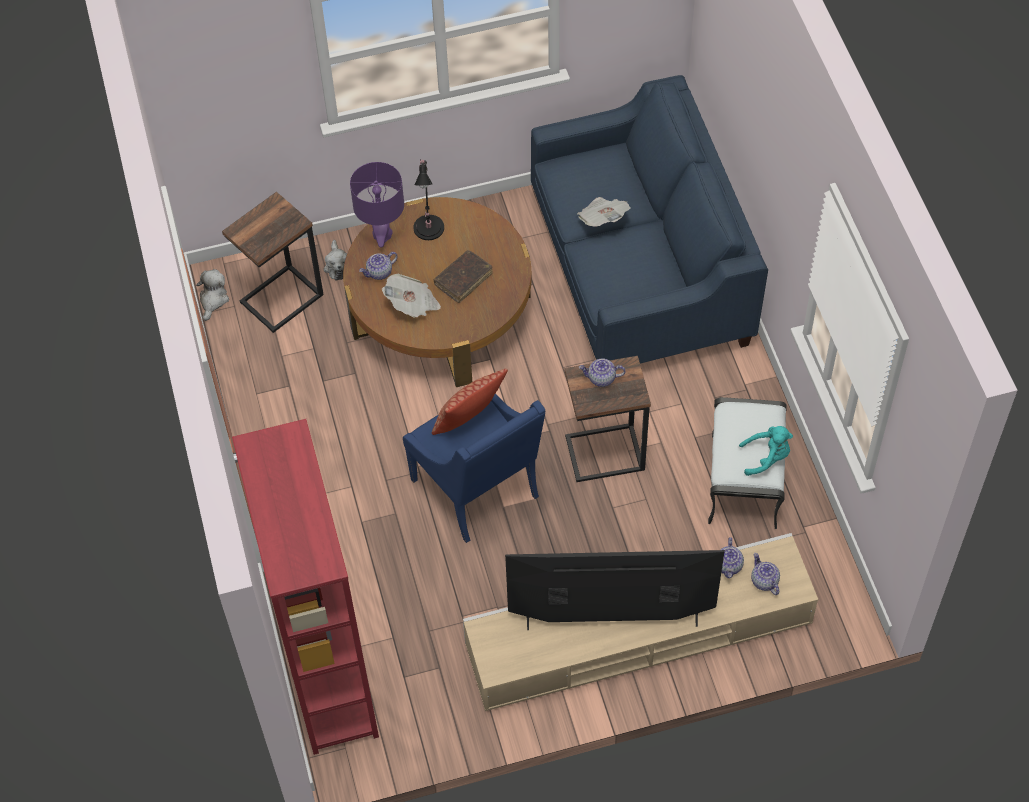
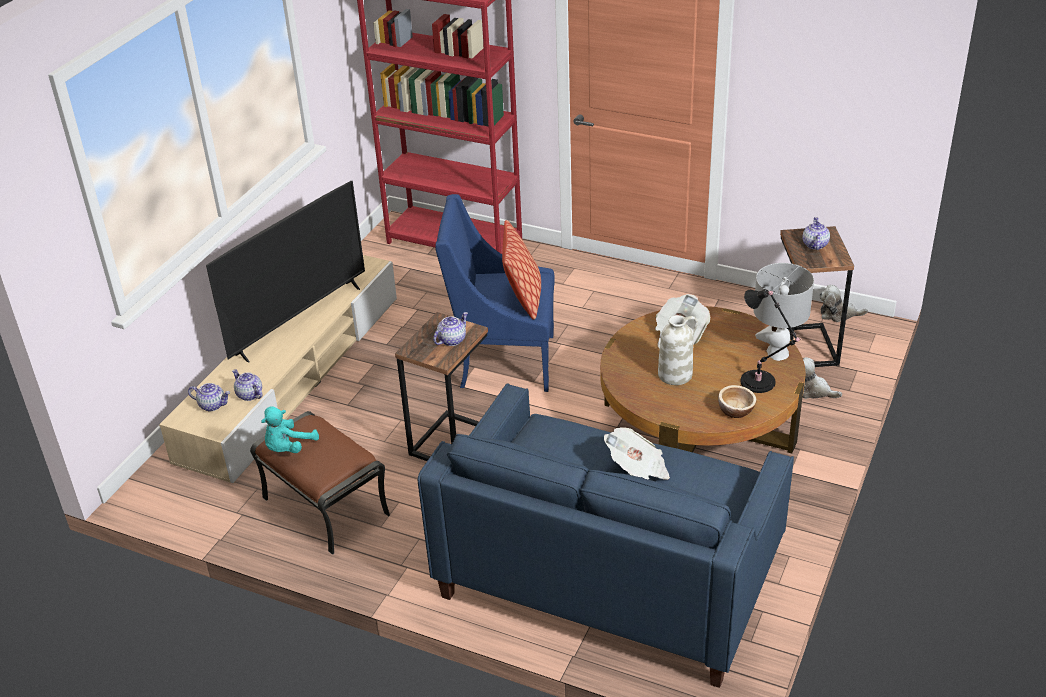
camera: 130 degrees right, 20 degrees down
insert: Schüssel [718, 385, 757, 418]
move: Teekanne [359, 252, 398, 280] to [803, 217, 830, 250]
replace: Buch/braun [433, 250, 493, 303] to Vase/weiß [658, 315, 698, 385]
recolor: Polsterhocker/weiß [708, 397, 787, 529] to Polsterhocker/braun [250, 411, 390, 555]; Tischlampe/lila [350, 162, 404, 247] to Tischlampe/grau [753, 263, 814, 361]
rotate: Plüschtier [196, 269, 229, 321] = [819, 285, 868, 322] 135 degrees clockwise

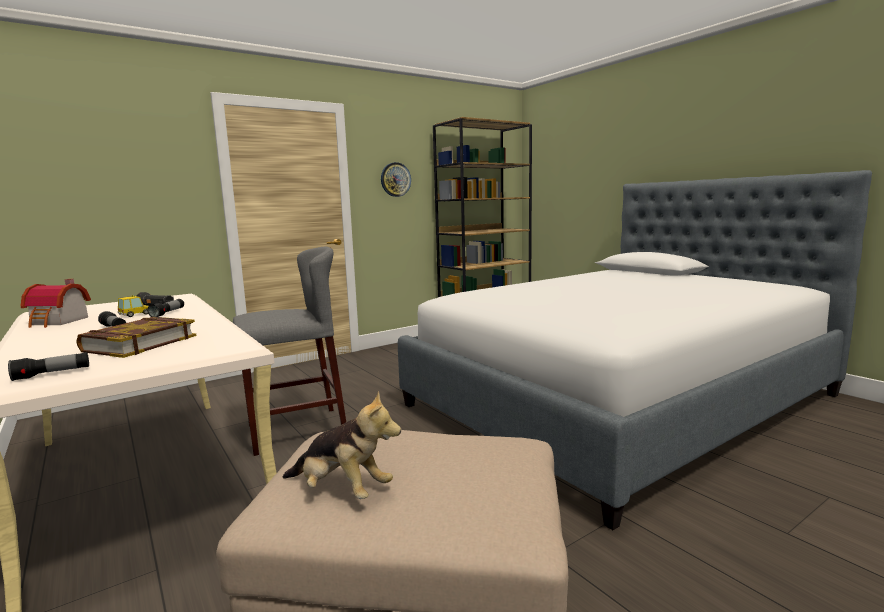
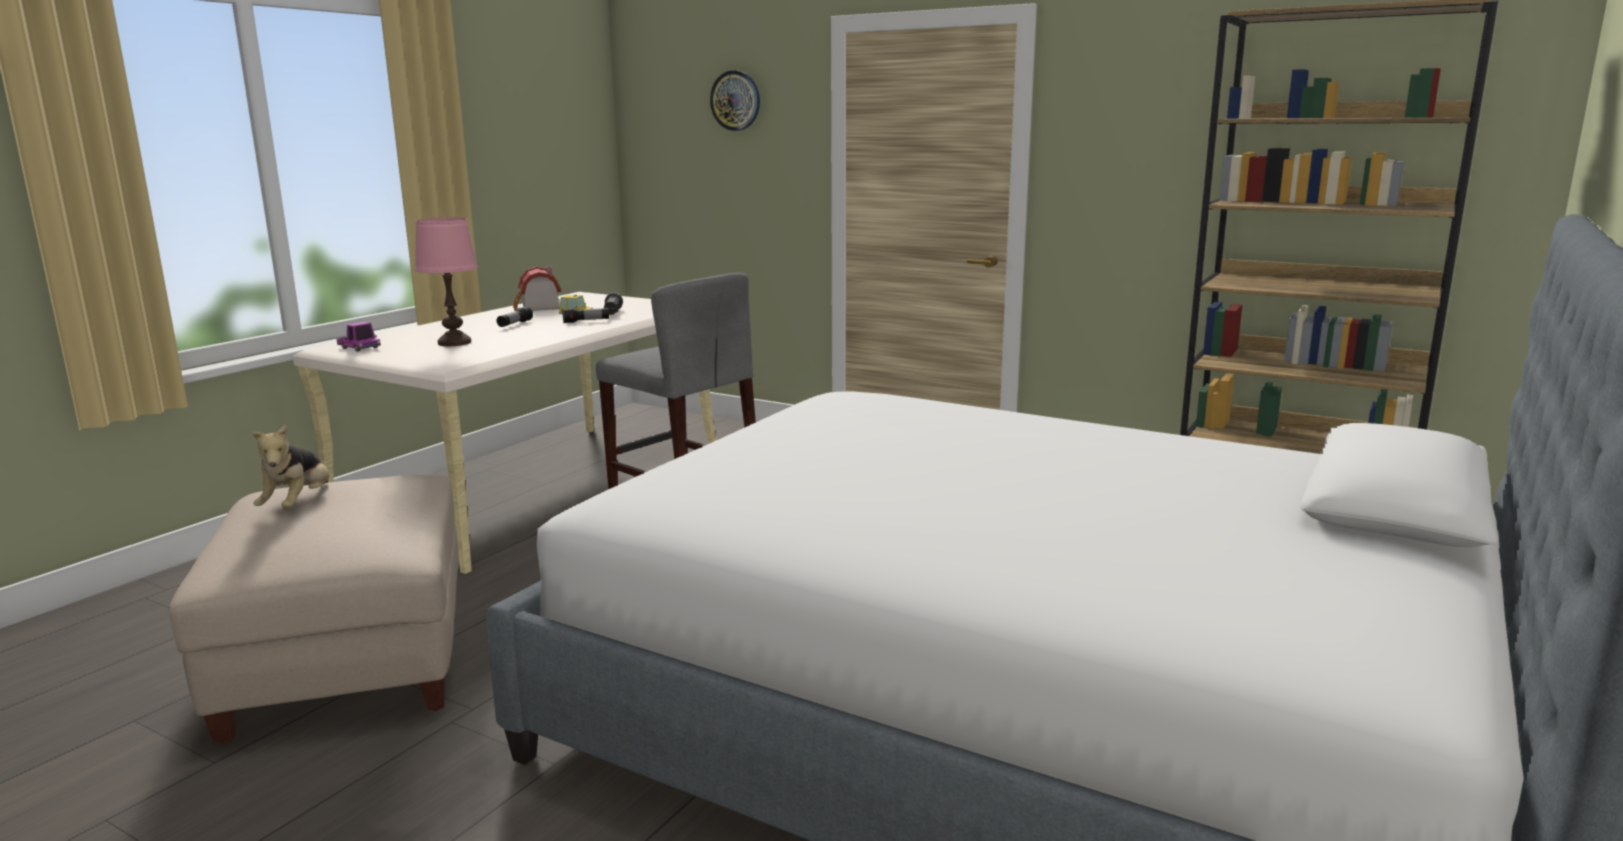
camera: 65 degrees right, 5 degrees up
move: Wanduhr [381, 162, 411, 197] to [710, 70, 760, 131]
replace: Taschenlampe [8, 352, 89, 381] to Spielzeuglaster [337, 322, 381, 352]; Buch [76, 317, 196, 358] to Tischlampe/rosa [415, 217, 478, 346]

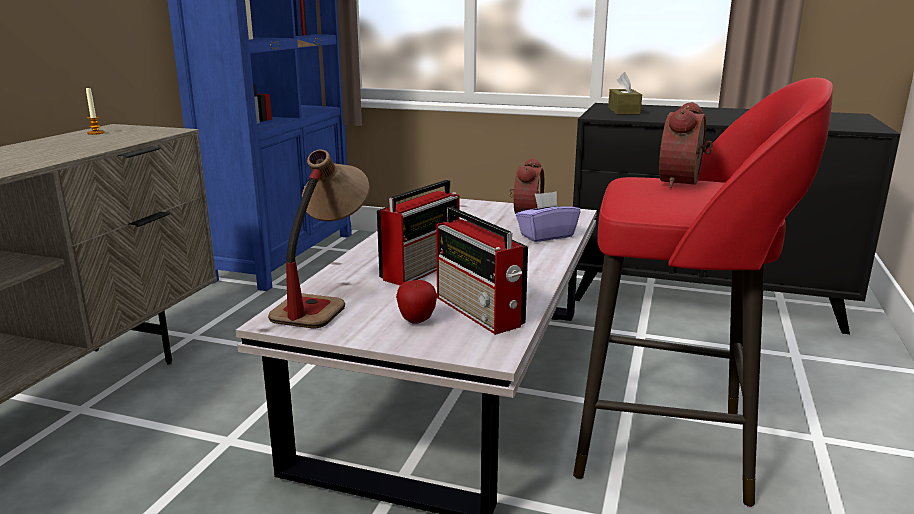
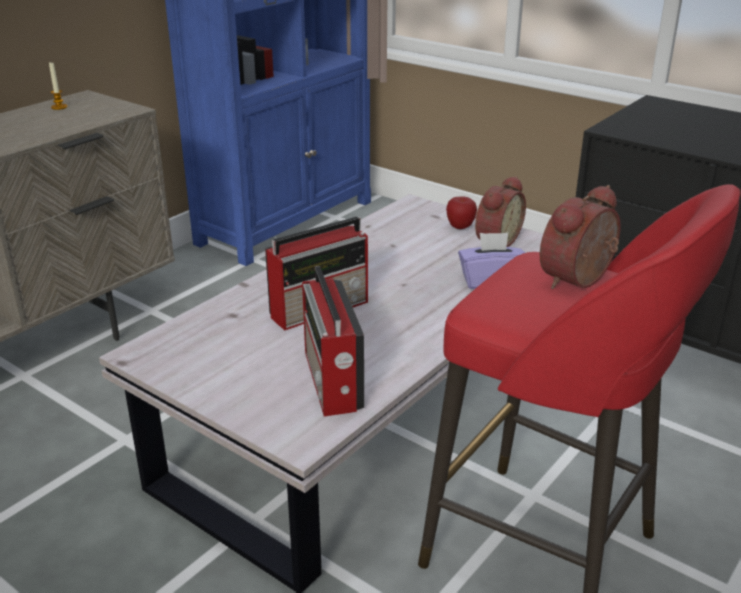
camera: 20 degrees right, 10 degrees up
delete: Tischlampe [268, 150, 370, 328]; Taschentuchbox/braun [608, 72, 642, 114]
move: Apfel [396, 280, 437, 324] to [446, 196, 477, 229]

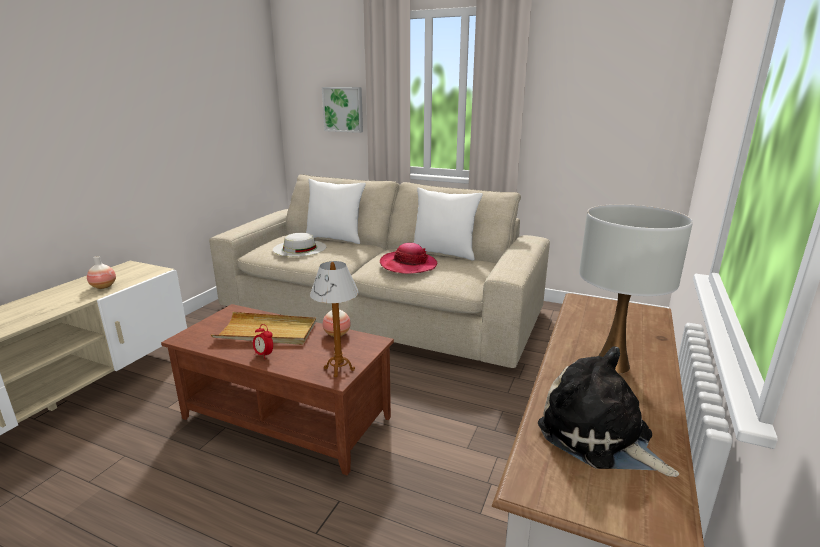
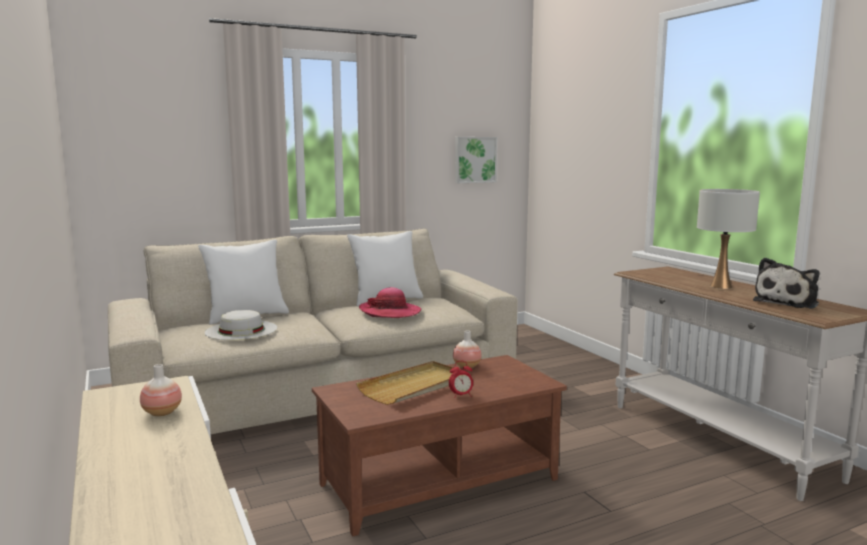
camera: 50 degrees left, 10 degrees down
delete: Tischlampe [310, 261, 359, 377]
move: Bild [322, 87, 363, 133] to [455, 137, 497, 183]
rotate: Plüschtier [538, 347, 679, 477] = [753, 258, 820, 309] 45 degrees counterclockwise

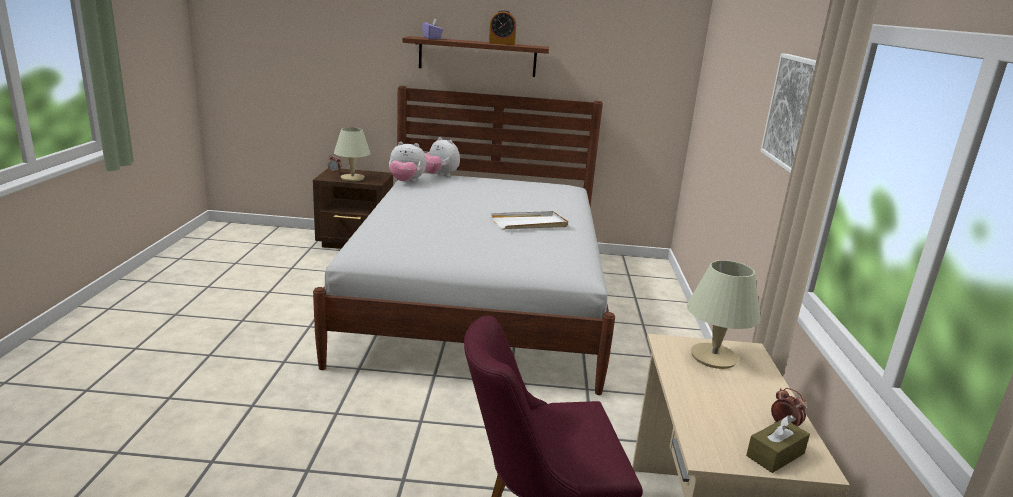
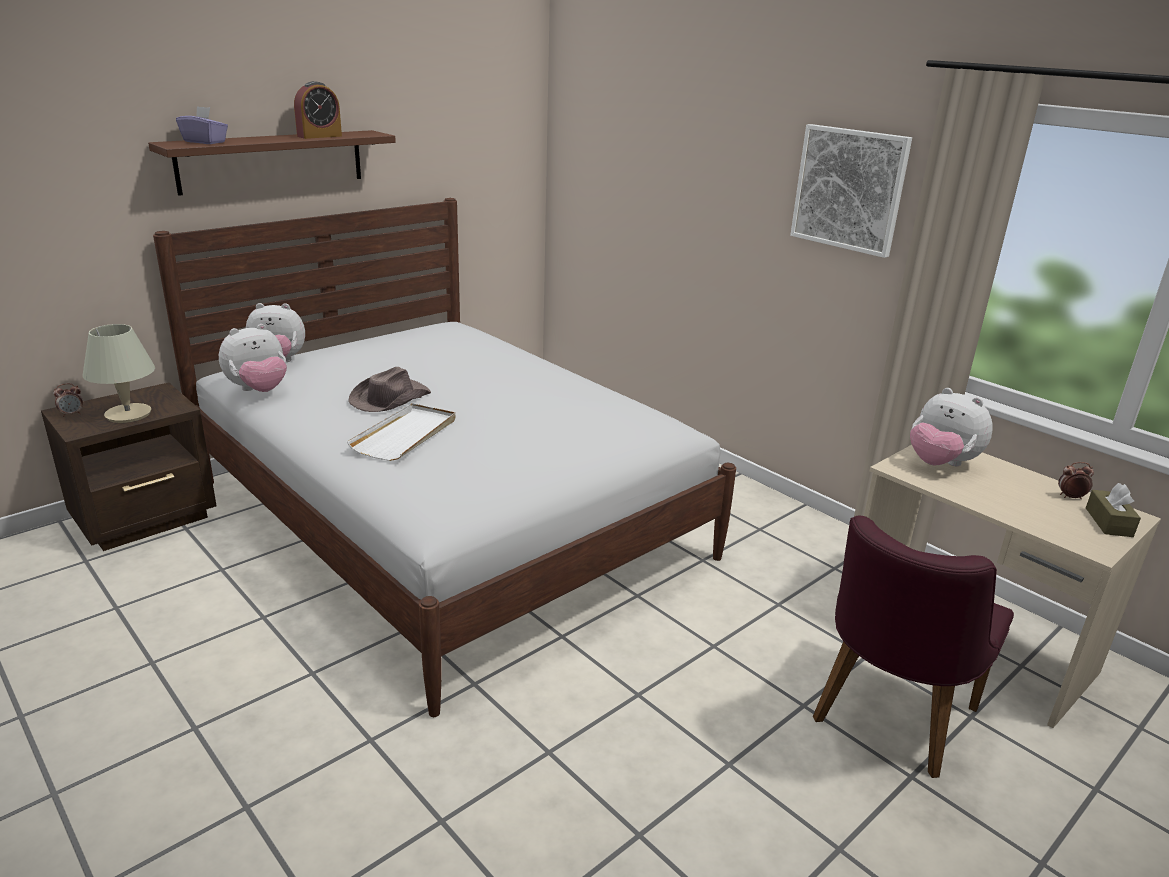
camera: 45 degrees left, 5 degrees up
insert: Hut/braun [348, 367, 431, 412]
move: Tablett/weiß [491, 211, 568, 229] to [347, 403, 455, 461]
replace: Tischlampe/beige [687, 260, 761, 369] to Plüschtier [910, 388, 993, 466]

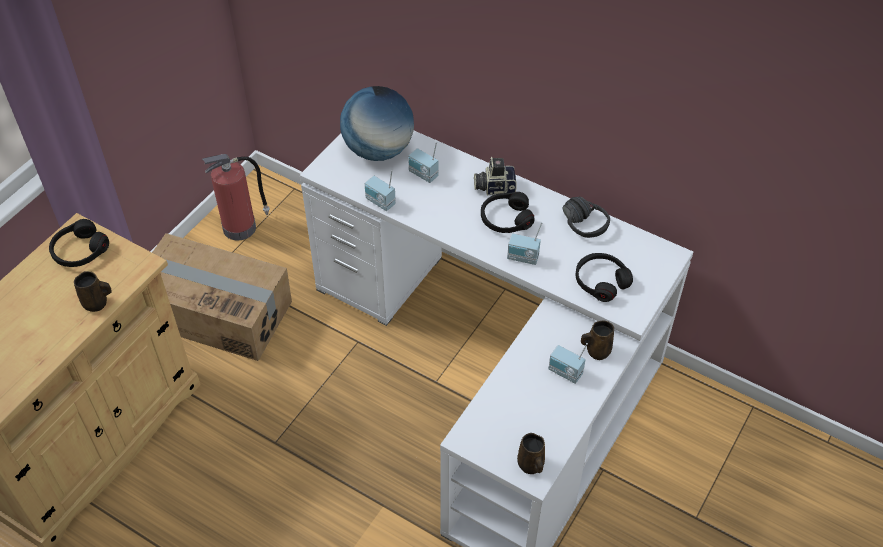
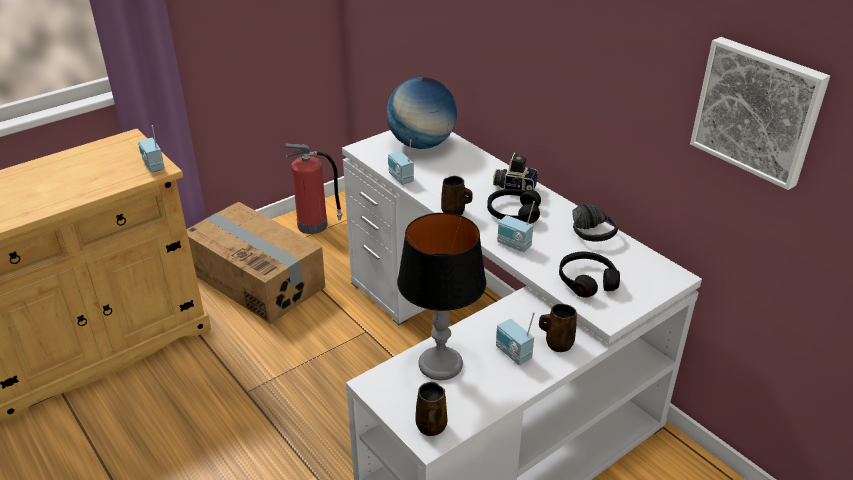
camera: 20 degrees right, 15 degrees down
delete: Kopfhörer/schwarz [49, 219, 109, 267]
insert: Tischlampe [397, 213, 486, 380]; Bild [690, 37, 830, 190]
move: Radio [408, 142, 438, 183] to [138, 125, 165, 172]; Henkelbecher/braun [74, 271, 112, 312] to [441, 176, 472, 215]

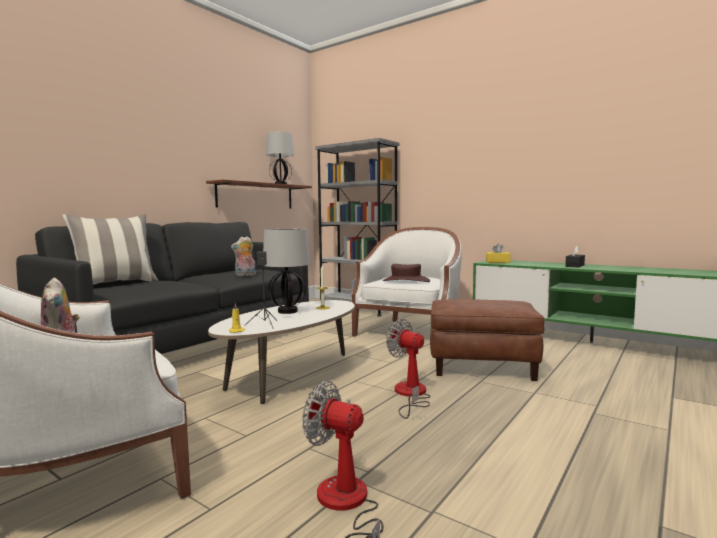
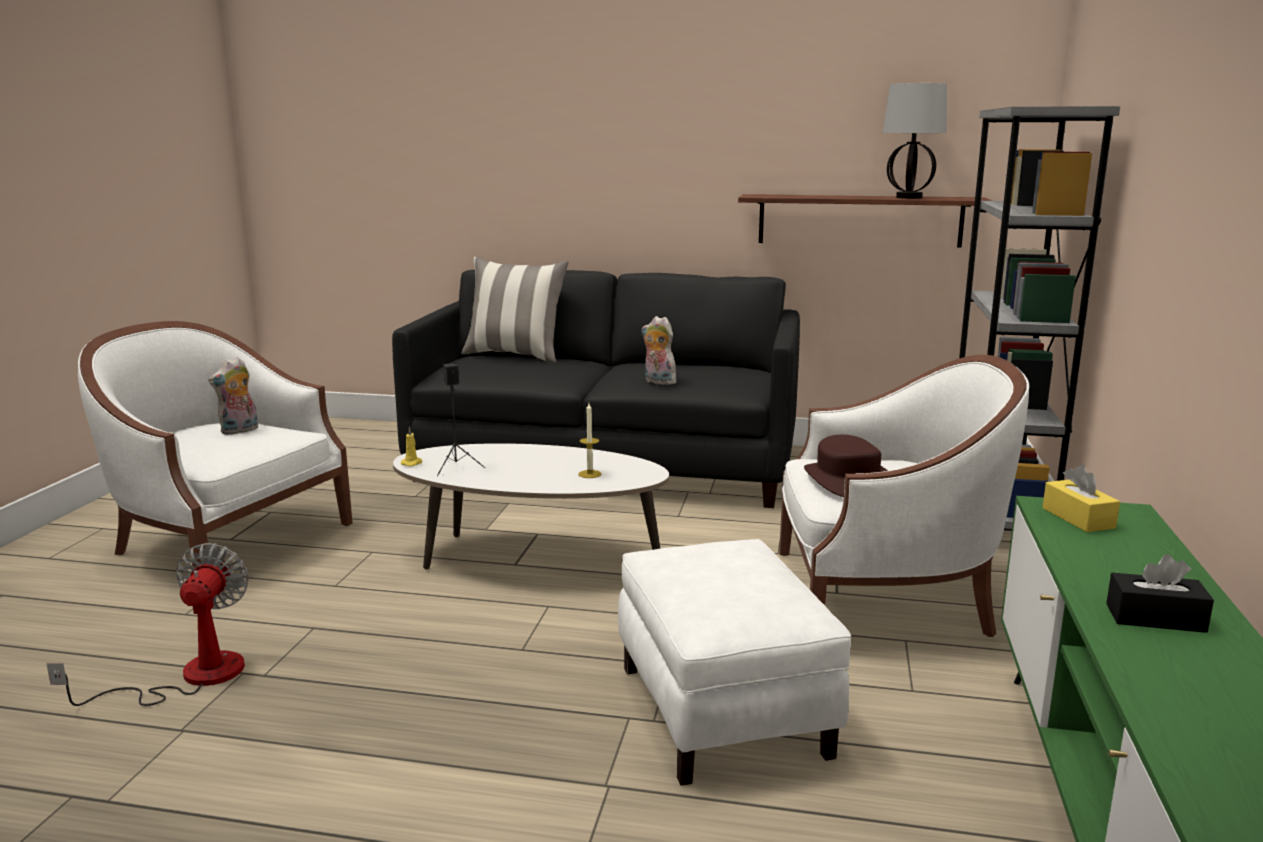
camera: 65 degrees right, 10 degrees up
delete: Tischlampe [263, 229, 310, 314]; Ventilator [386, 318, 431, 419]
recolor: Polsterhocker/braun [430, 299, 545, 381] to Polsterhocker/weiß [618, 539, 851, 786]

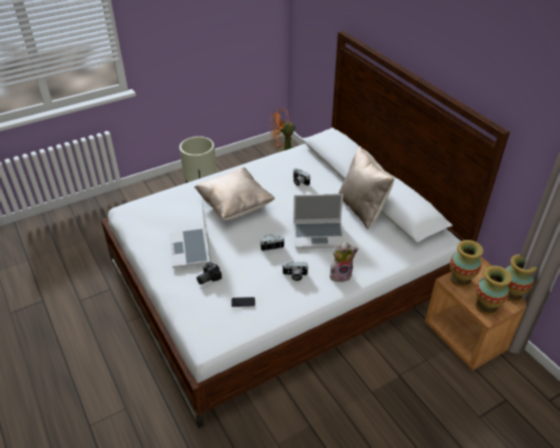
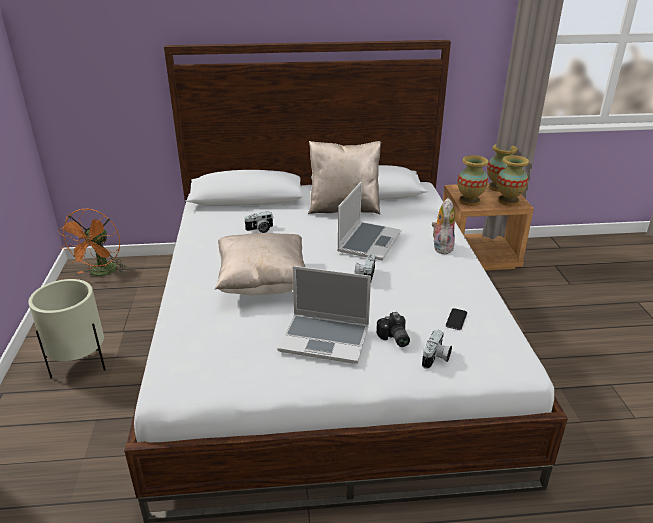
camera: 65 degrees left, 10 degrees down
move: Kamera [282, 262, 309, 281] to [422, 330, 452, 369]

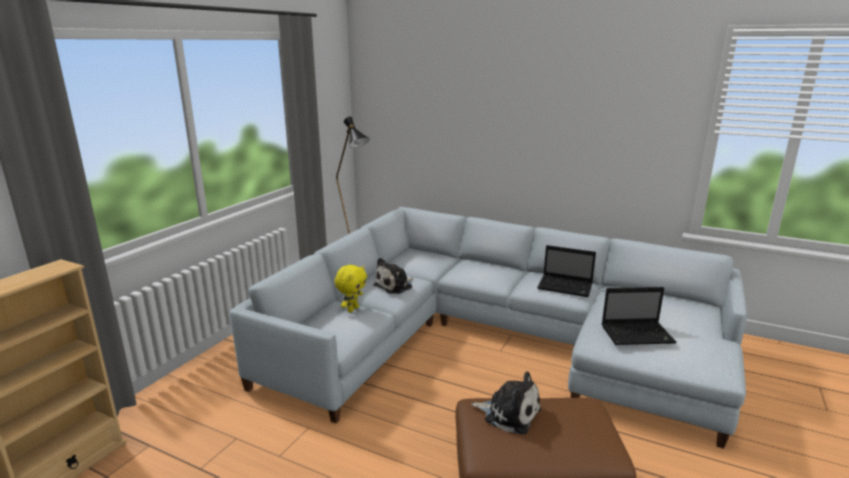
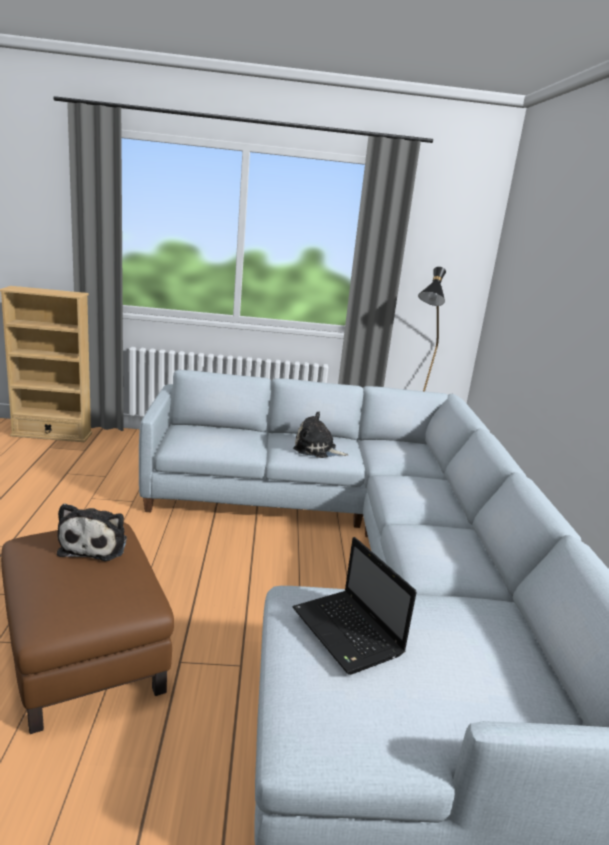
camera: 60 degrees right, 0 degrees up
delete: Plüschtier/gelb [335, 265, 367, 313]; Laptop [537, 245, 596, 297]

